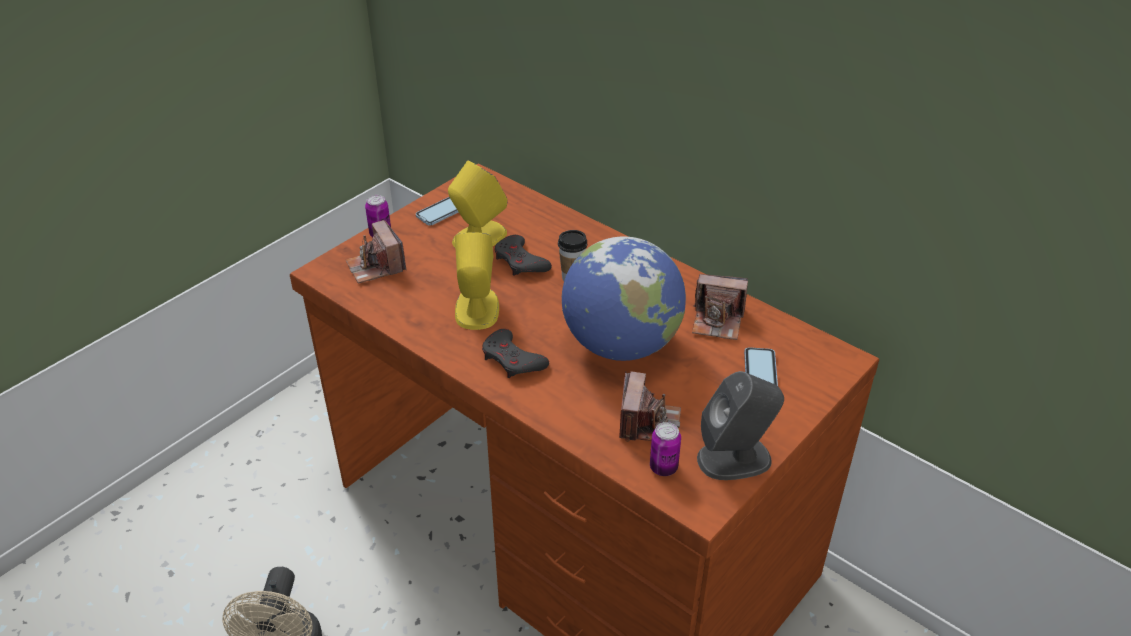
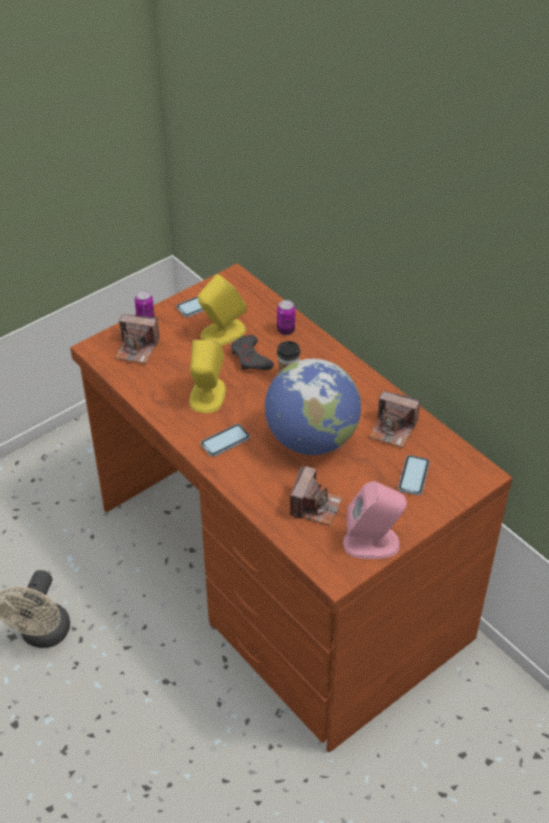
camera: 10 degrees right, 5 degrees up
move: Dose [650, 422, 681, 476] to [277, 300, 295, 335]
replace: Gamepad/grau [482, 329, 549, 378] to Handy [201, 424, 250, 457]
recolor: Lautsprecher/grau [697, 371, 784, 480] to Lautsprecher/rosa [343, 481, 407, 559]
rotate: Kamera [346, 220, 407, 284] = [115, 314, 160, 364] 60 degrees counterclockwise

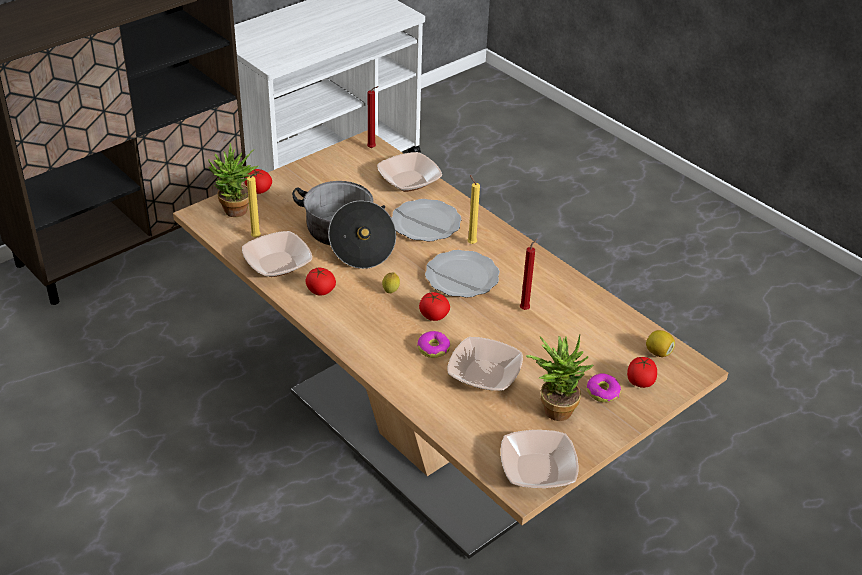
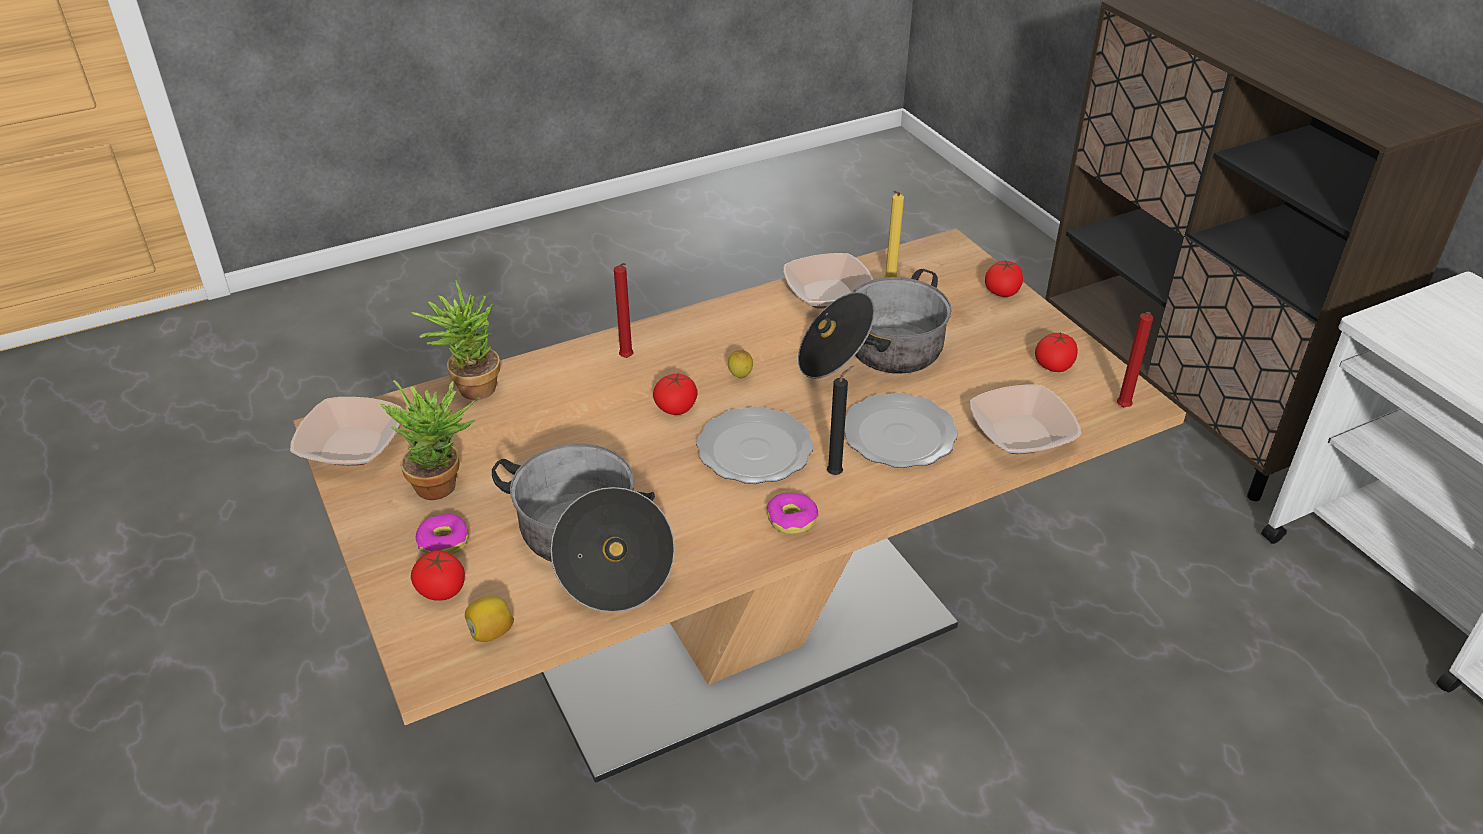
camera: 105 degrees right, 0 degrees up
delete: Schüssel [448, 337, 523, 391]
insert: Kochtopf [492, 443, 675, 612]
move: Topfpflanze [208, 143, 258, 217] to [411, 280, 500, 400]; Kerze/rot [520, 239, 537, 310] to [614, 263, 634, 358]; Donut [417, 331, 450, 358] to [767, 493, 818, 534]; Tomate [305, 267, 336, 296] to [1035, 332, 1078, 372]
recolor: Kerze/gelb [467, 175, 480, 244] to Kerze/schwarz [827, 366, 853, 475]

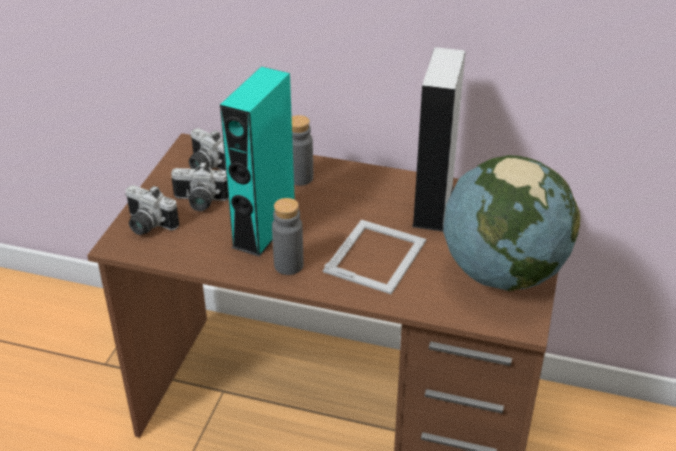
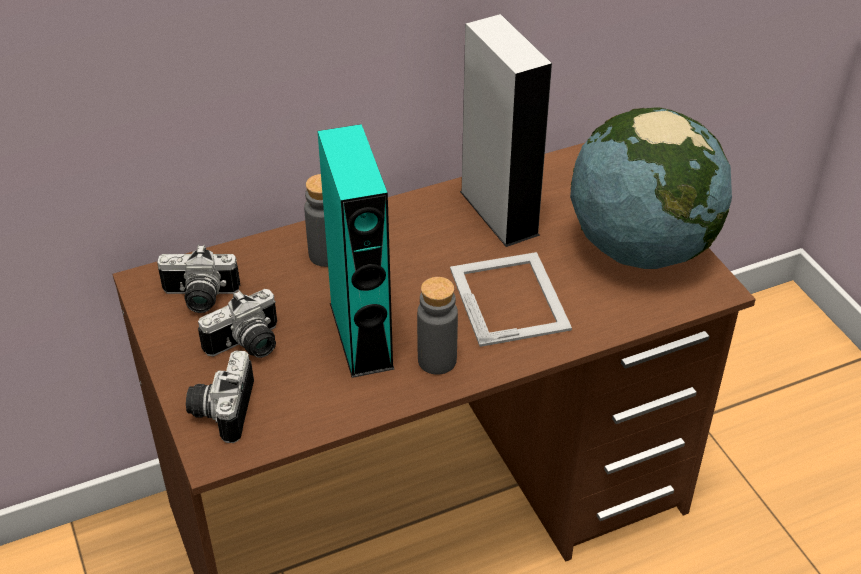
camera: 40 degrees left, 5 degrees up
rotate: Kamera [125, 185, 179, 235] = [186, 351, 254, 443] 105 degrees clockwise

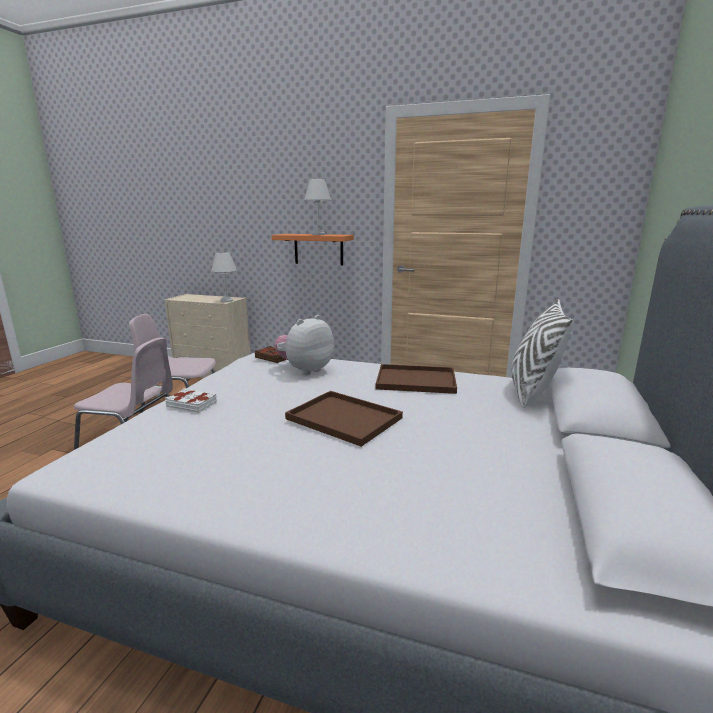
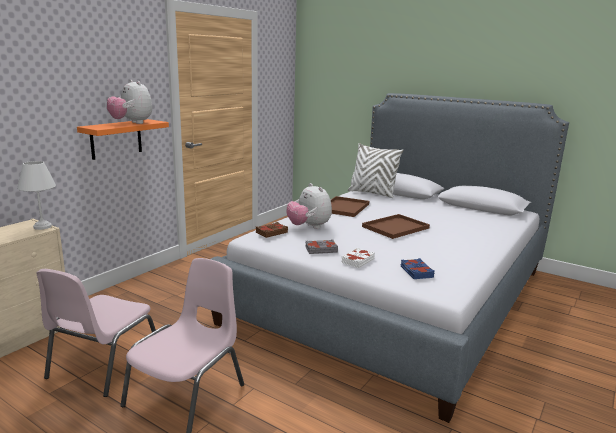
camera: 75 degrees left, 0 degrees up
insert: Buch/grau [305, 239, 338, 254]; Buch/blau [401, 258, 434, 279]
replace: Tischlampe/weiß [304, 179, 331, 235] to Plüschtier [107, 80, 152, 124]

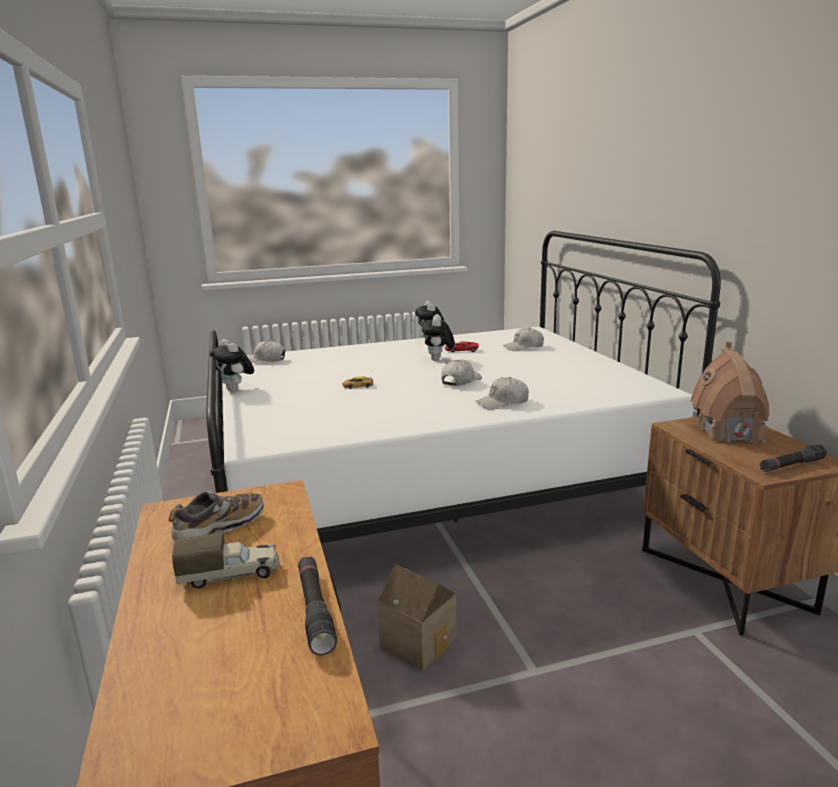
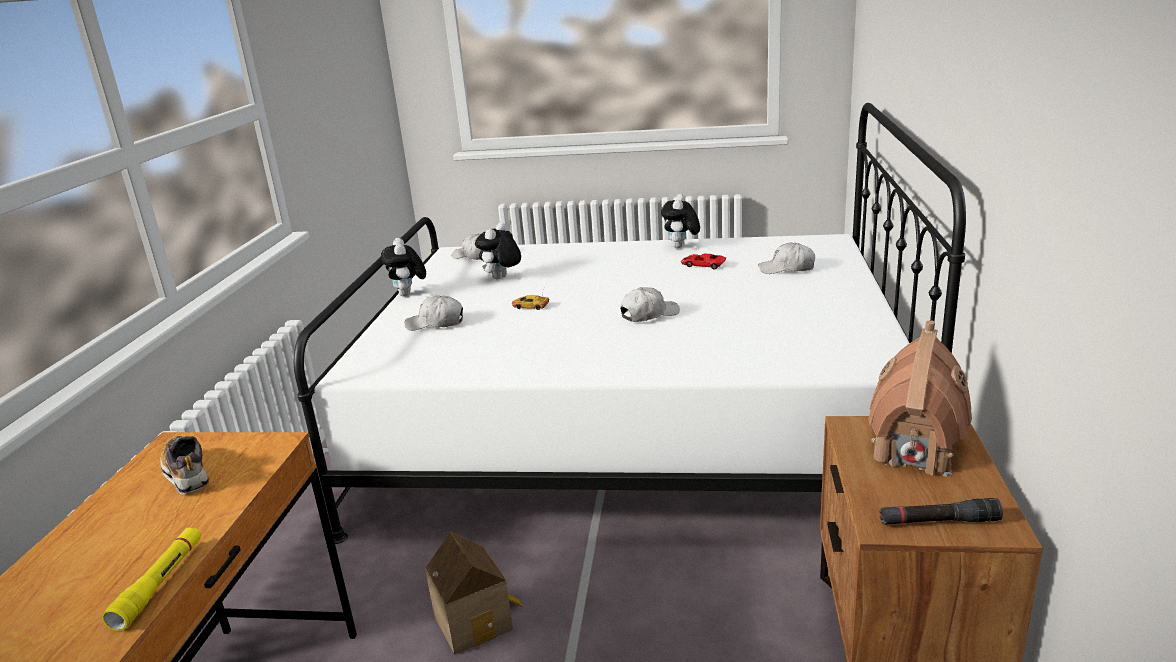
camera: 25 degrees right, 5 degrees up
delete: Spielzeuglaster [172, 533, 279, 589]
move: Kappe/weiß [476, 377, 529, 410] to [404, 295, 463, 331]; Plüschtier [422, 314, 455, 361] to [475, 222, 521, 279]
recolor: Taschenlampe/schwarz [298, 557, 337, 655] to Taschenlampe/gelb [102, 527, 201, 631]
rotate: Schuh [169, 491, 263, 541] = [160, 436, 209, 495] 105 degrees counterclockwise

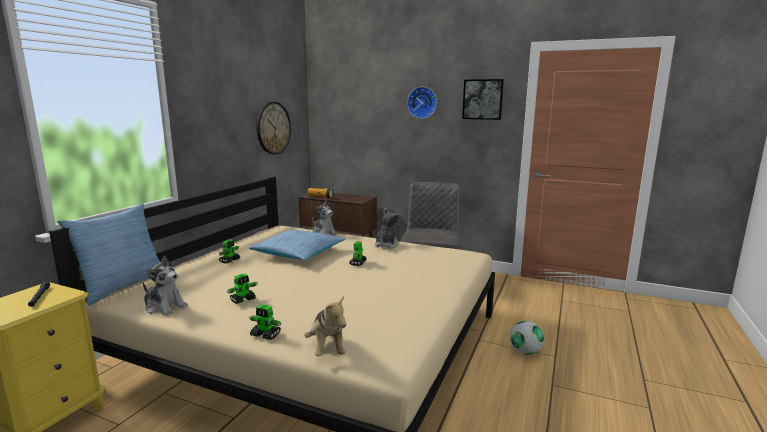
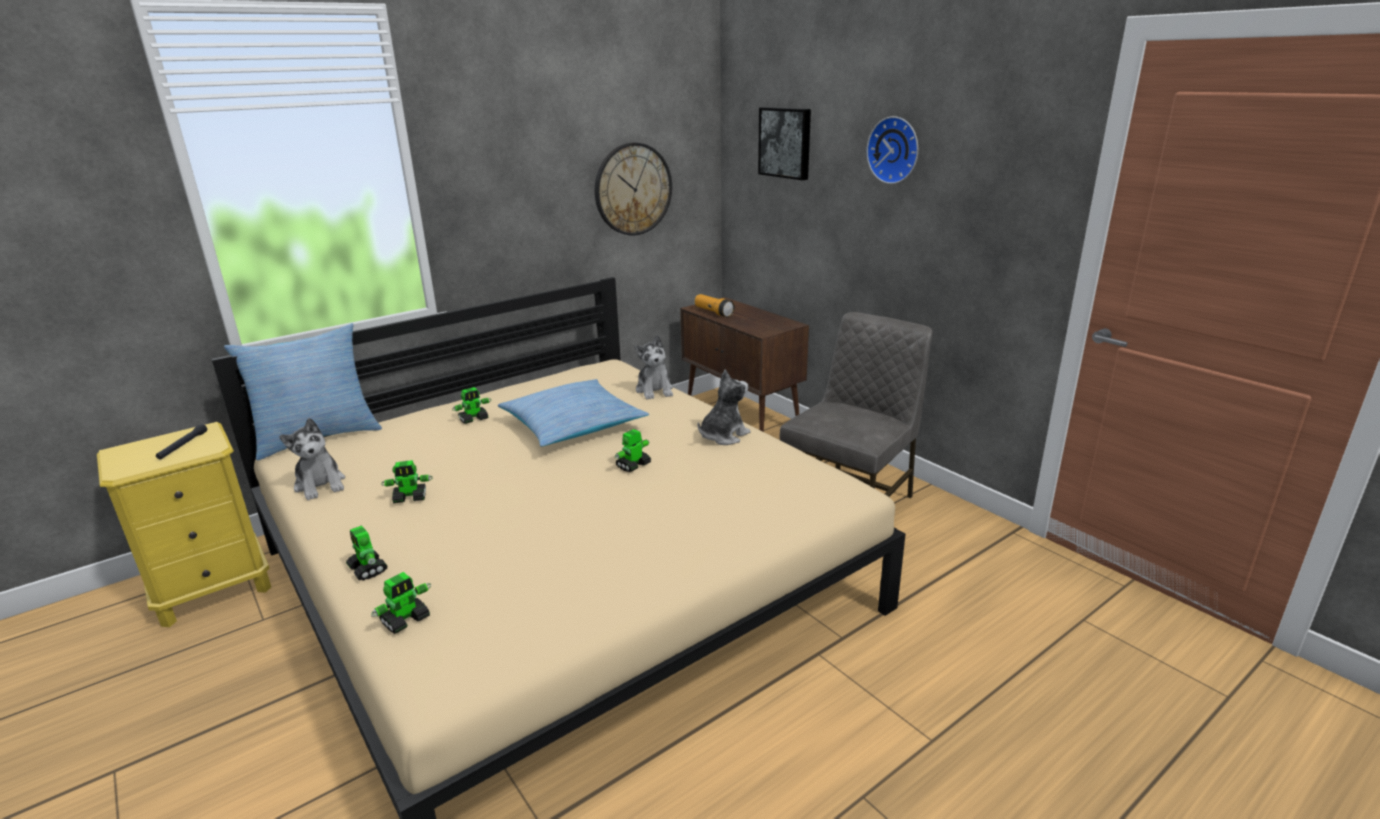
camera: 30 degrees right, 10 degrees up
delete: Fußball [510, 321, 544, 355]
move: Bild [462, 79, 504, 120] to [758, 107, 811, 180]
replace: Plüschtier [304, 296, 346, 356] to Spielzeugroboter [371, 572, 431, 634]

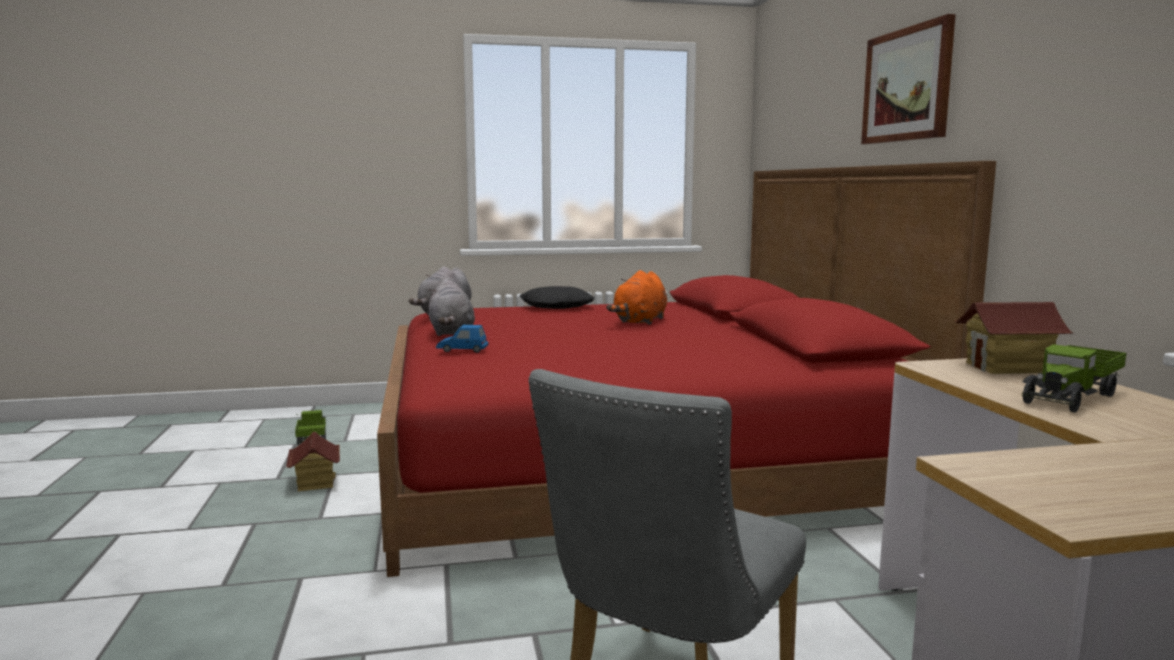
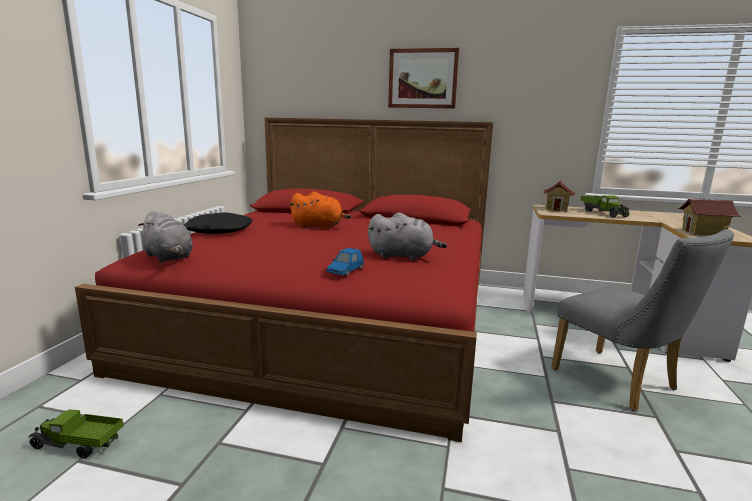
camera: 65 degrees left, 5 degrees up
move: Plüschtier/grau [429, 279, 475, 336] to [368, 213, 447, 260]; Spielzeughaus [286, 432, 340, 491] to [678, 199, 741, 235]
rotate: Plüschtier/orange [606, 270, 667, 325] = [289, 192, 351, 229] 45 degrees counterclockwise

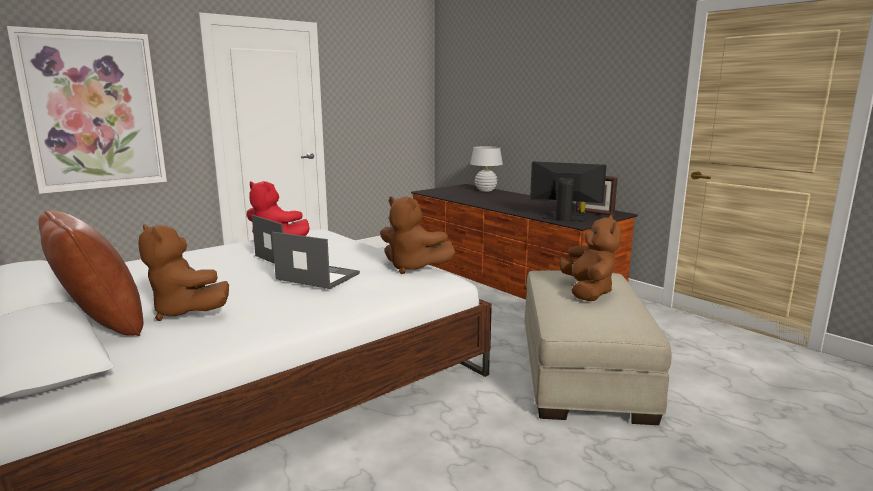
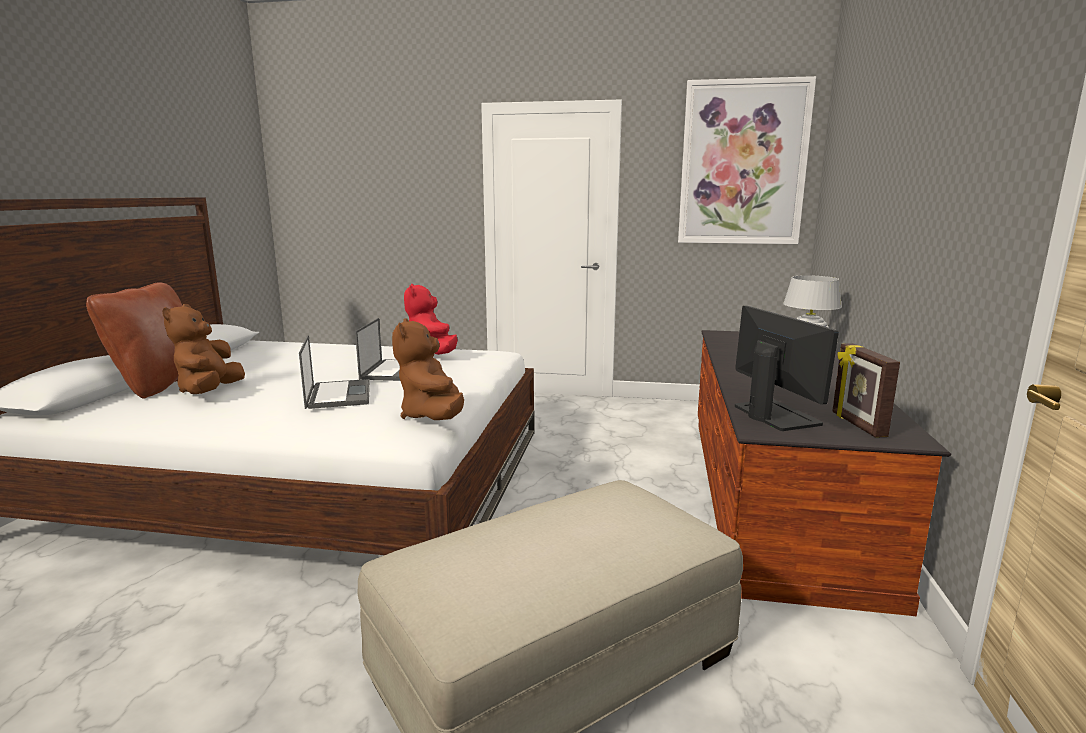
camera: 50 degrees right, 0 degrees up
delete: Plüschtier/braun [559, 215, 621, 301]
move: Bild [6, 26, 167, 194] to [678, 76, 816, 244]

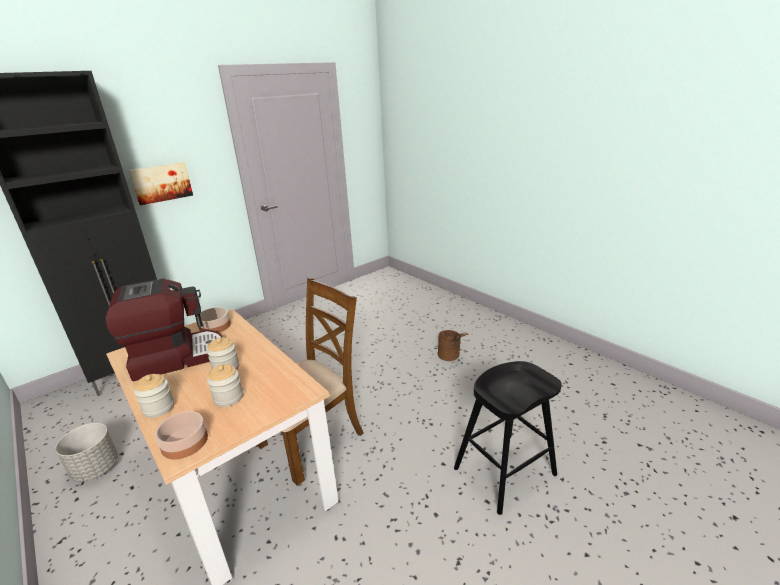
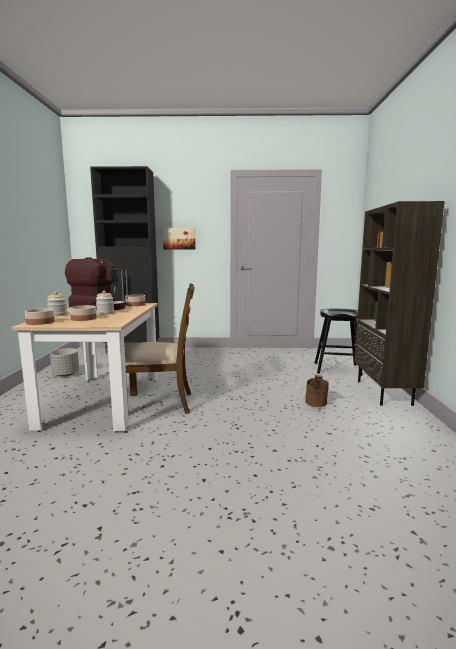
camera: 40 degrees right, 15 degrees down
insert: Bücherregal/braun [354, 201, 445, 406]
move: Hocker/schwarz [454, 361, 562, 515] to [315, 309, 363, 376]
replace: Vorratsglas [207, 364, 243, 407] to Schüssel [70, 305, 97, 321]

